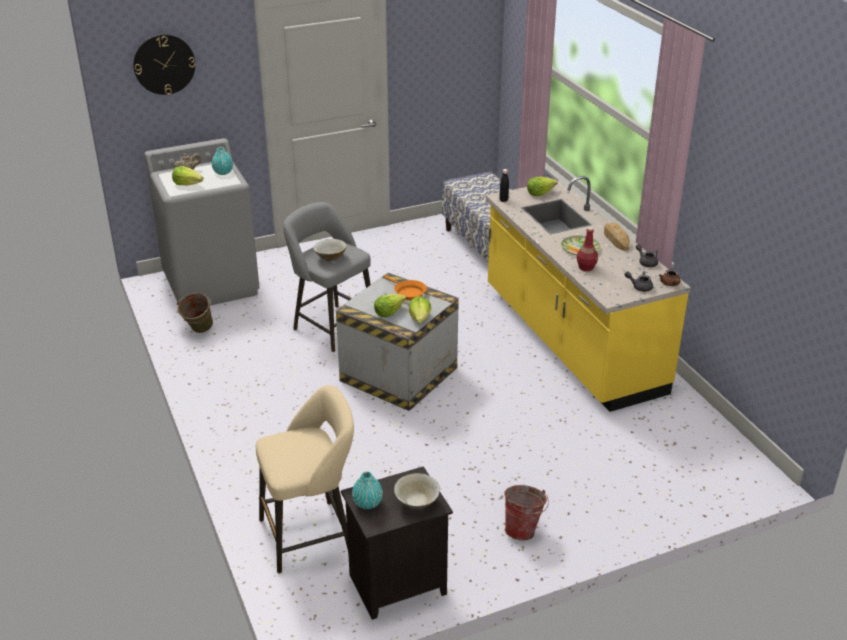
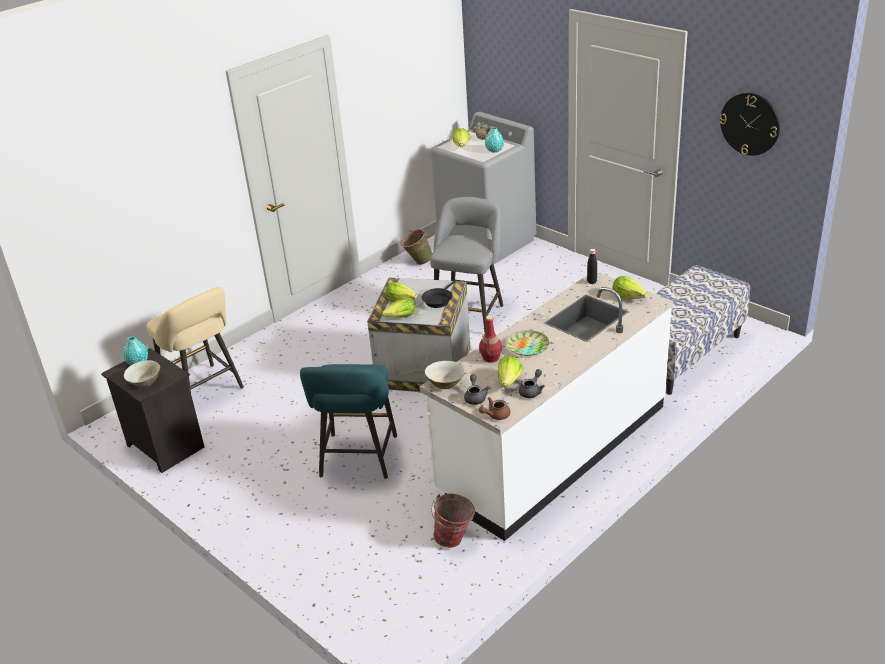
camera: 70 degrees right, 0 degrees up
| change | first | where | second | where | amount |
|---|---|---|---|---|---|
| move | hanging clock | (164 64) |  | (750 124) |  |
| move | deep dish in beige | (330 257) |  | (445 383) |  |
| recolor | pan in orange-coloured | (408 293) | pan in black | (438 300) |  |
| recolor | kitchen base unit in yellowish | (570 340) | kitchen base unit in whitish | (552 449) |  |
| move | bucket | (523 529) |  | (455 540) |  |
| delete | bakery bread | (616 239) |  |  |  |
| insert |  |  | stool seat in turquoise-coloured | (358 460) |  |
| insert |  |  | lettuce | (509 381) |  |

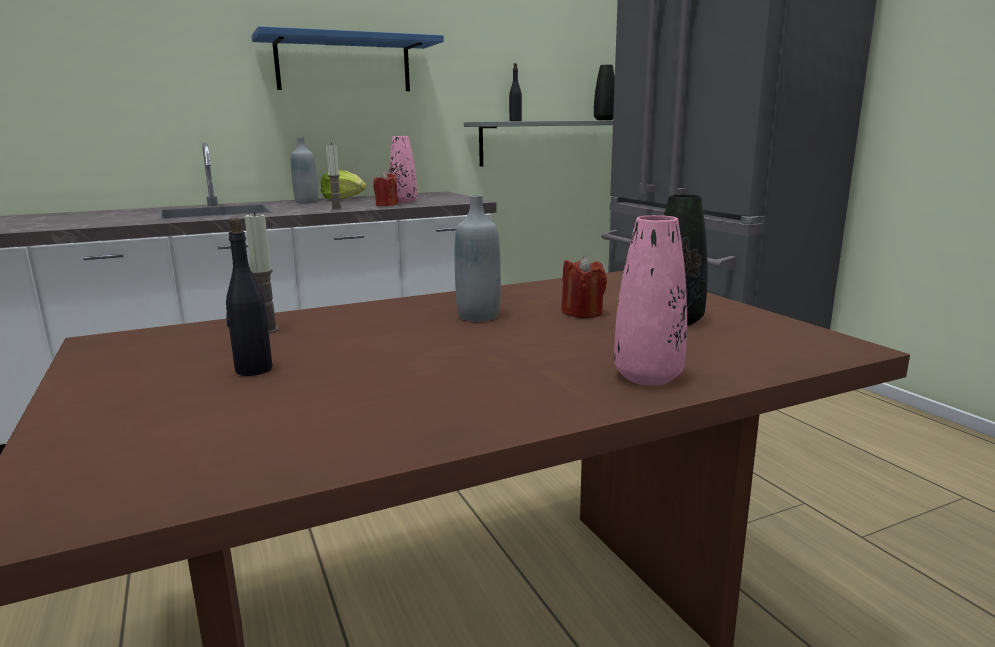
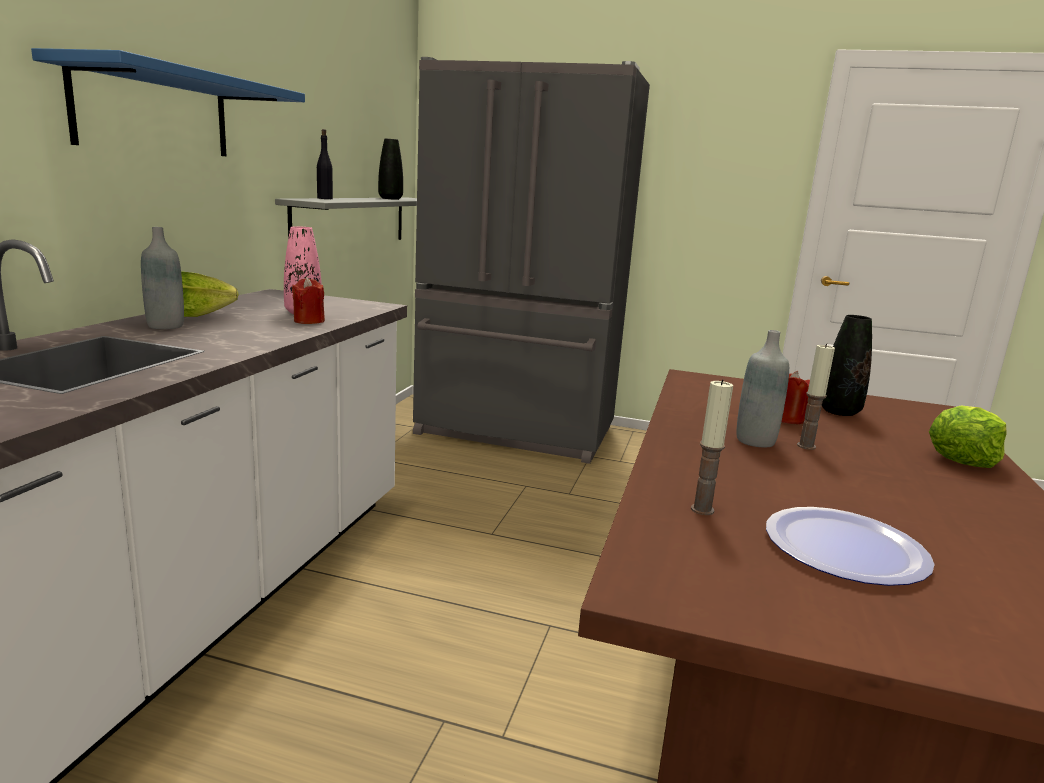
camera: 50 degrees left, 0 degrees up
| change | first | where | second | where | amount |
|---|---|---|---|---|---|
| replace | bottle in black | (253 370) | flat dish | (845 548) |  |
| move | wax candle | (336 209) |  | (806 446) |  |
| replace | vase in pink | (648 377) | lettuce | (962 458) |  |

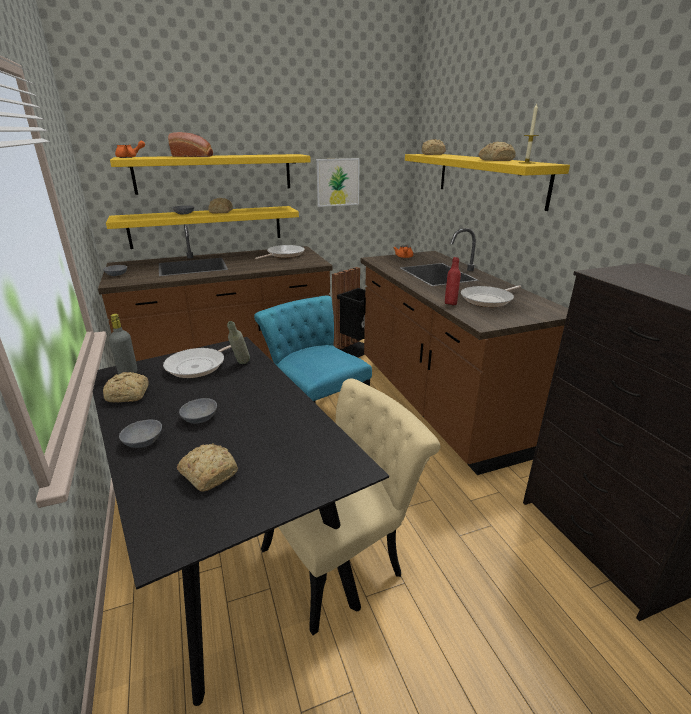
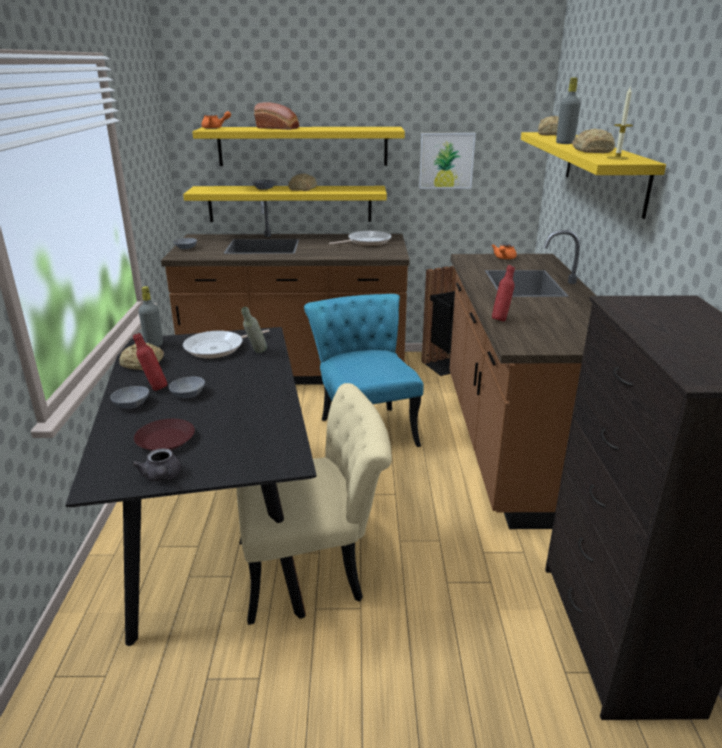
camera: 20 degrees right, 0 degrees up
| change | first | where | second | where | amount |
|---|---|---|---|---|---|
| replace | bakery bread | (209 473) | flat dish in brown | (166 440) |  |
| delete | pan | (488 299) |  |  |  |
| insert |  |  | teapot in gray | (162 477) |  |
| insert |  |  | bottle in red | (154 388) |  |
| insert |  |  | bottle in gray | (565 143) |  |

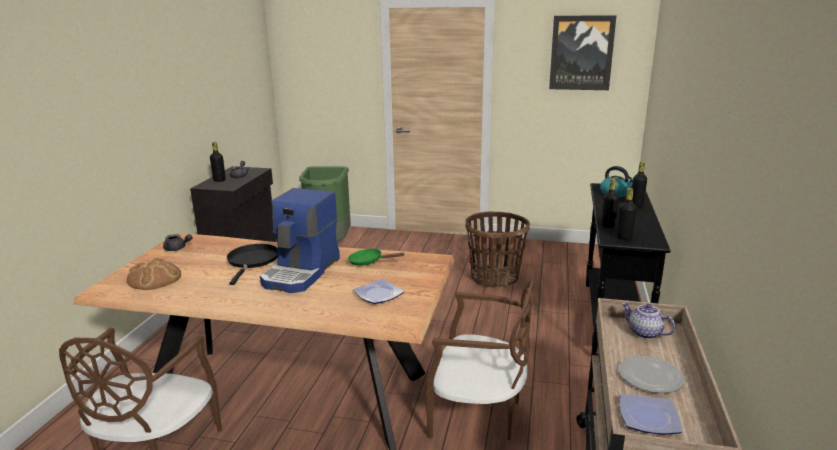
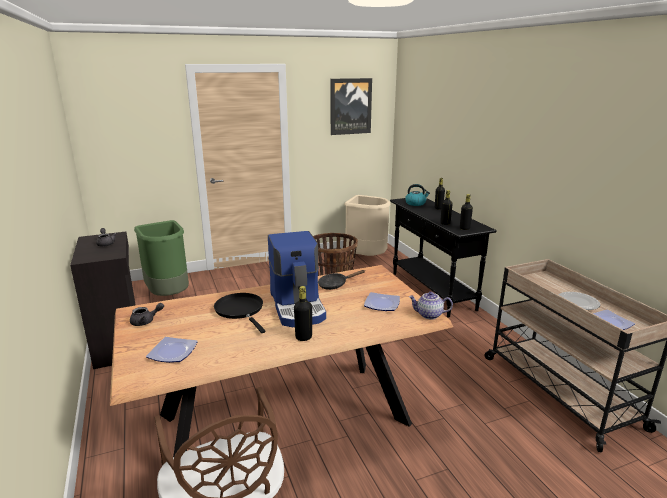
camera: 35 degrees left, 0 degrees up
| change | first | where | second | where | amount |
|---|---|---|---|---|---|
| replace | bakery bread | (155 278) | flat dish | (172 352) |  |
| move | bottle in black | (219 180) |  | (303 337) |  |
| recolor | pan in green-coloured | (369 262) | pan in black | (335 285) |  |
| delete | upright chair in brown | (478 414) |  |  |  |
| move | teapot | (644 333) |  | (429 315) |  |
| insert |  |  | rubbish bin in beige | (366 257) |  |

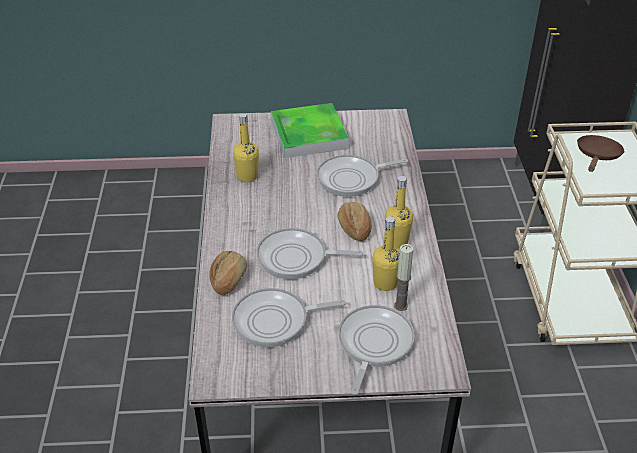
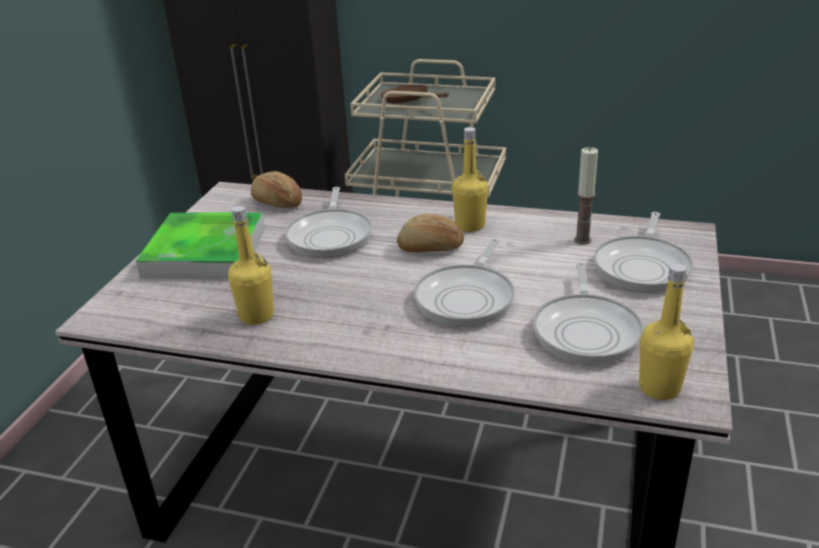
camera: 70 degrees left, 10 degrees down
| change | first | where | second | where | amount |
|---|---|---|---|---|---|
| move | bakery bread | (228 280) |  | (277 203) |  |
| rotate | pan | (373 344) |  | (643 266) | 105 degrees counterclockwise |
| move | bottle in yellowish | (385 283) |  | (659 388) |  |

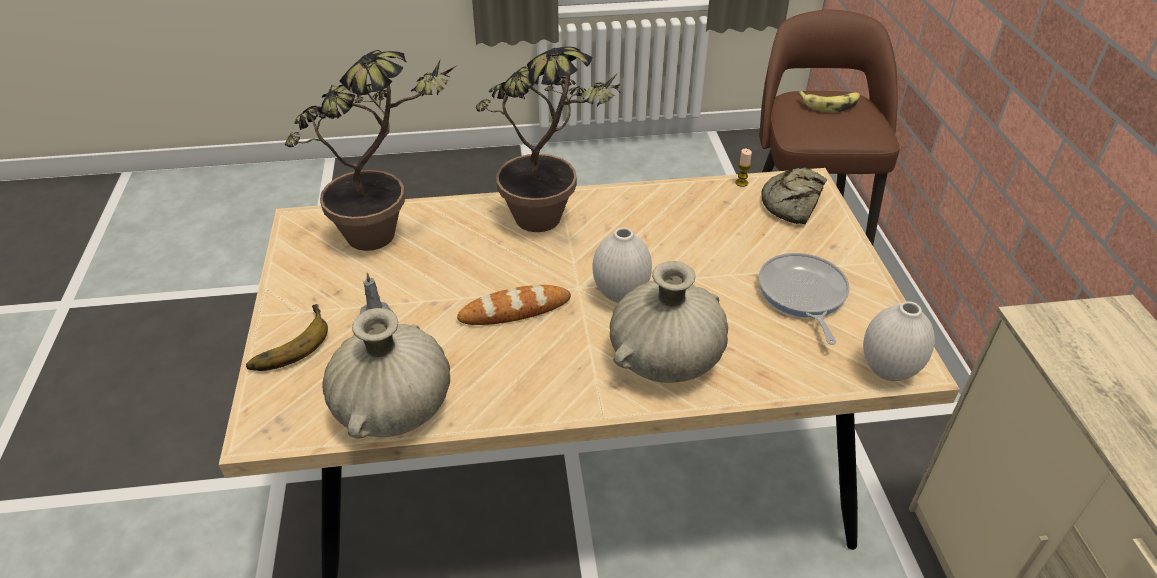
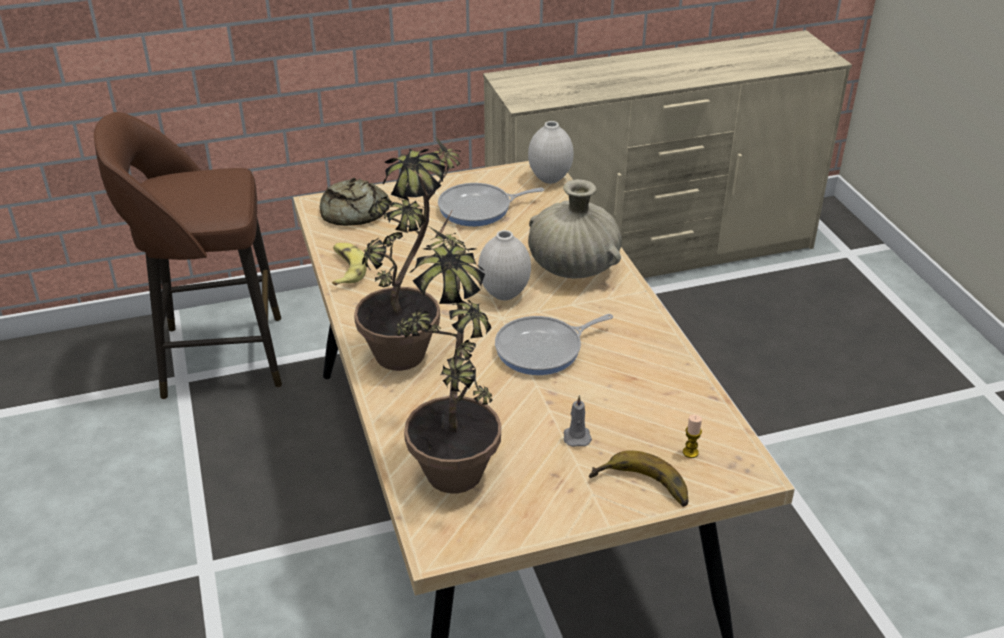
camera: 100 degrees left, 5 degrees down
| change | first | where | second | where | amount |
|---|---|---|---|---|---|
| delete | vase in beige | (394 407) |  |  |  |
| replace | bakery bread | (515 310) | pan | (543 350) |  |
| move | wax candle | (741 183) |  | (690 452) |  |
| move | banana fruit | (830 104) |  | (346 269) |  |

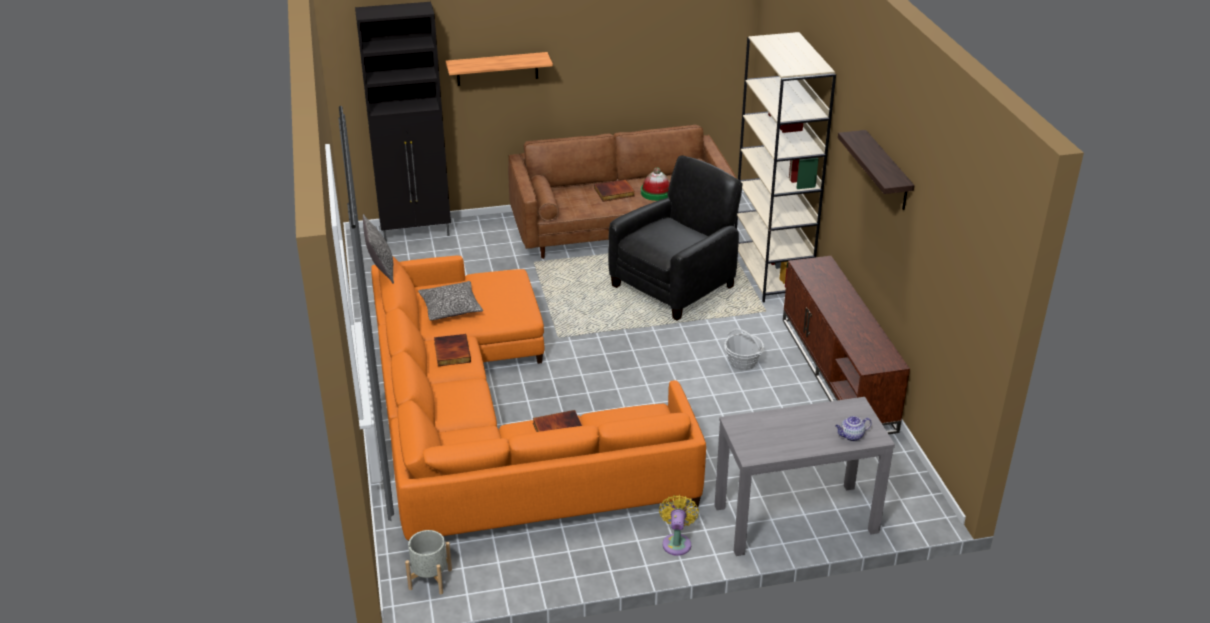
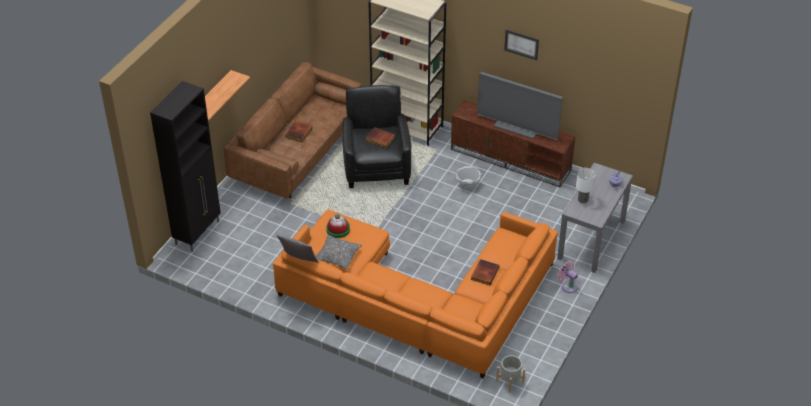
camera: 50 degrees left, 10 degrees up
| change | first | where | second | where | amount |
|---|---|---|---|---|---|
| move | volume | (451 352) |  | (379 139) |  |
| move | wearable hat | (656 193) |  | (338 229) |  |
| recolor | electric fan in yellowish | (677 542) | electric fan in pink | (568 286) |  |
| replace | shelf | (887 171) | wall art | (521 44) |  |
| insert |  |  | television | (518 126) |  |
| insert |  |  | lamp for a table | (582 200) |  |

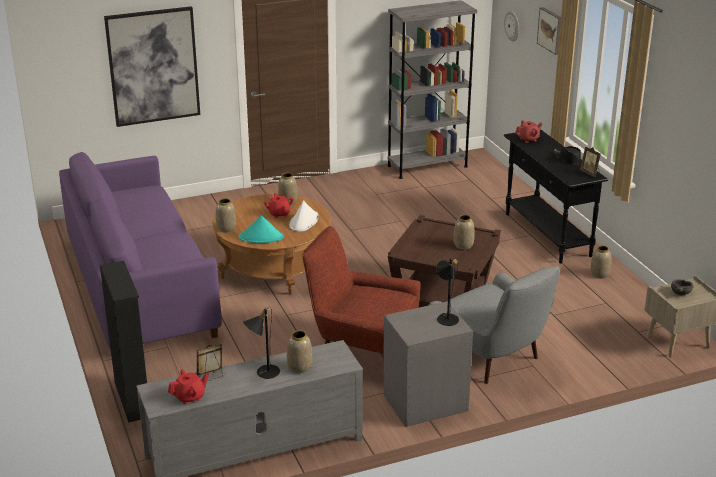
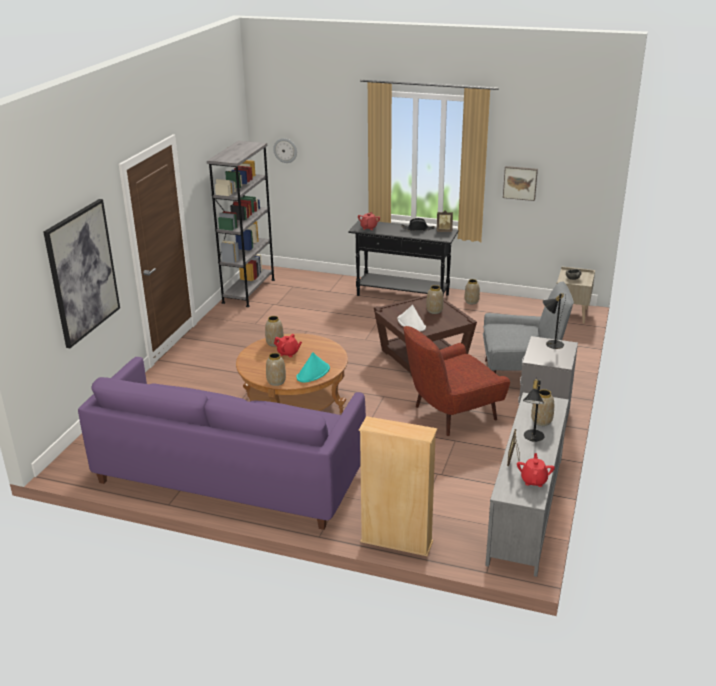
camera: 50 degrees left, 0 degrees up
| change | first | where | second | where | amount |
|---|---|---|---|---|---|
| recolor | bookshelf in black | (132 399) | bookshelf in beige | (396 542) |  |
| move | wearable hat in whitish | (304 222) |  | (411 323) |  |
| move | wall art | (551 30) |  | (520 183) |  |

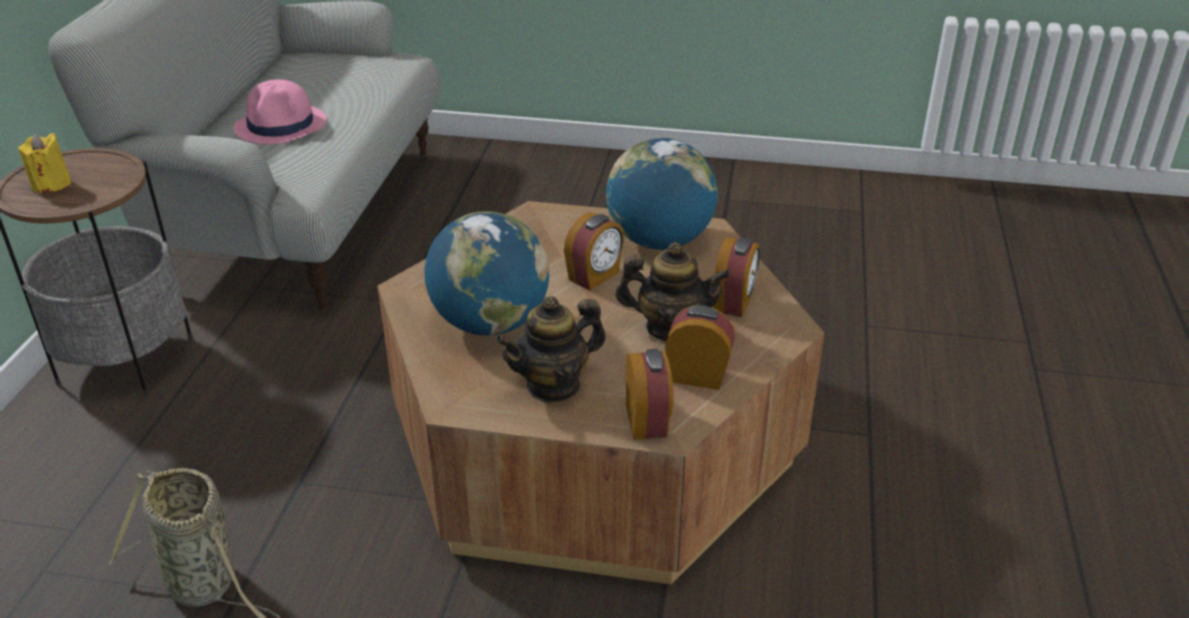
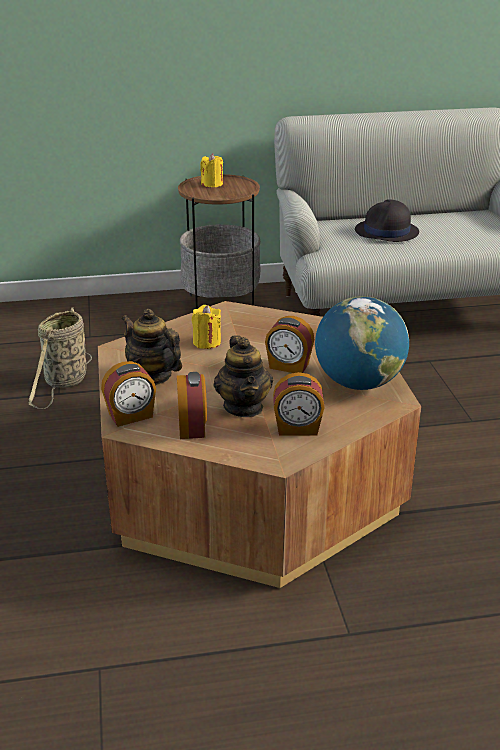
camera: 70 degrees right, 5 degrees down
| change | first | where | second | where | amount |
|---|---|---|---|---|---|
| recolor | wearable hat in pink | (281 126) | wearable hat in black | (386 232) |  |
| replace | desk globe | (490 323) | wax candle in yellowish | (207 342) |  |

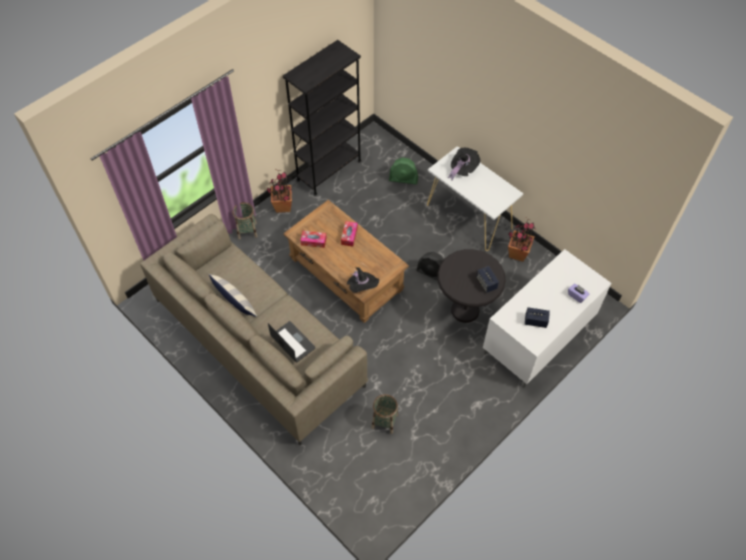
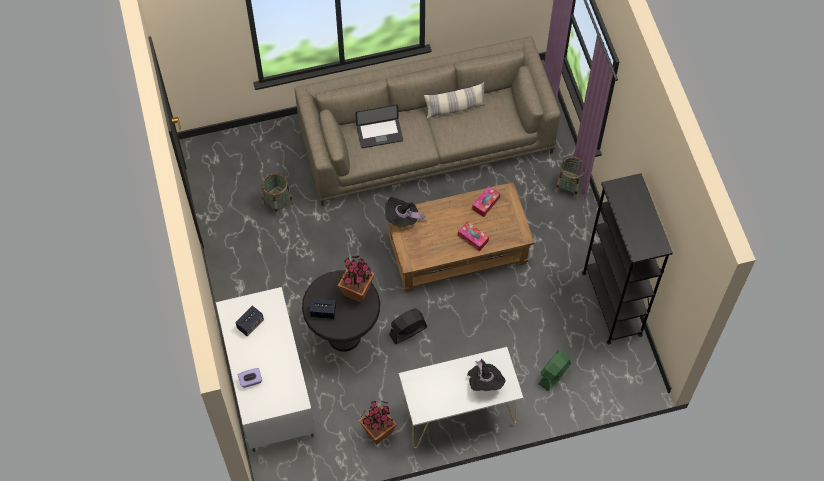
camera: 120 degrees right, 5 degrees up
| change | first | where | second | where | amount |
|---|---|---|---|---|---|
| move | potted plant | (283 206) |  | (357 291) |  |

